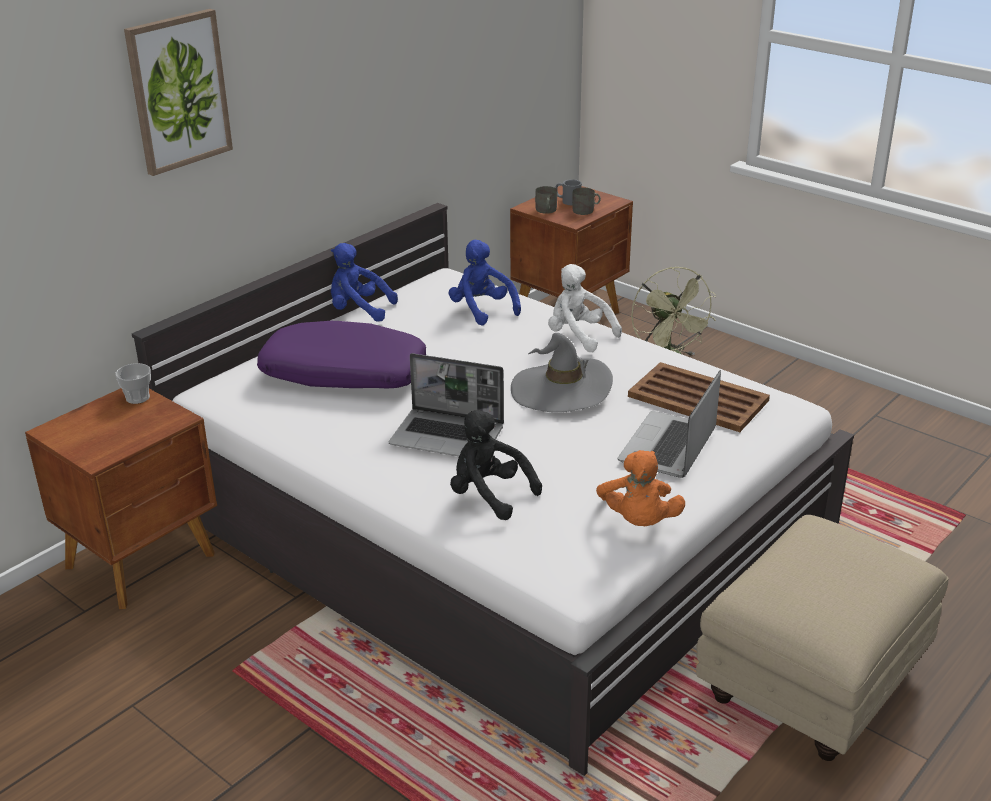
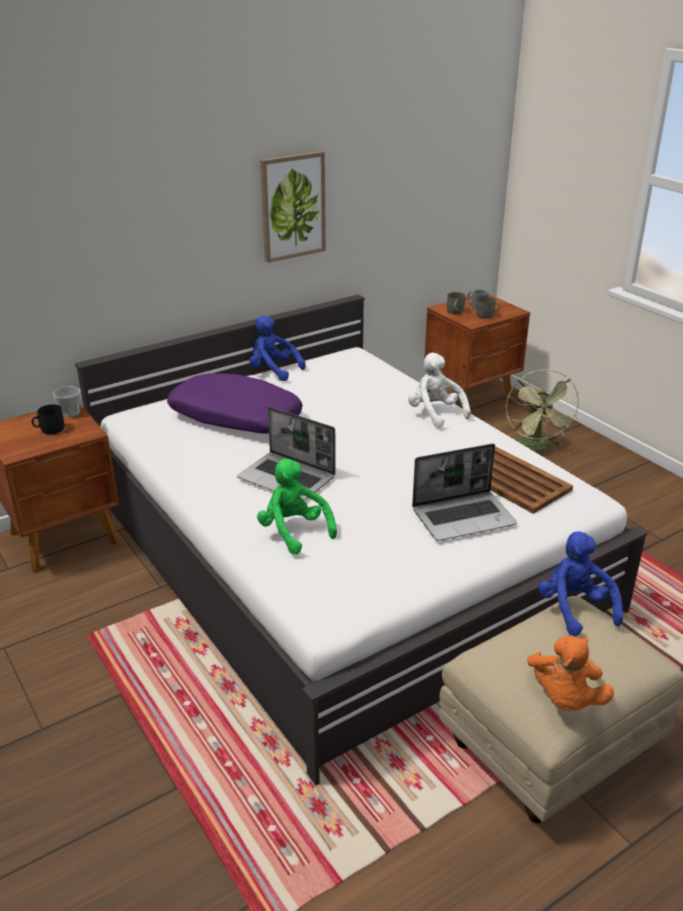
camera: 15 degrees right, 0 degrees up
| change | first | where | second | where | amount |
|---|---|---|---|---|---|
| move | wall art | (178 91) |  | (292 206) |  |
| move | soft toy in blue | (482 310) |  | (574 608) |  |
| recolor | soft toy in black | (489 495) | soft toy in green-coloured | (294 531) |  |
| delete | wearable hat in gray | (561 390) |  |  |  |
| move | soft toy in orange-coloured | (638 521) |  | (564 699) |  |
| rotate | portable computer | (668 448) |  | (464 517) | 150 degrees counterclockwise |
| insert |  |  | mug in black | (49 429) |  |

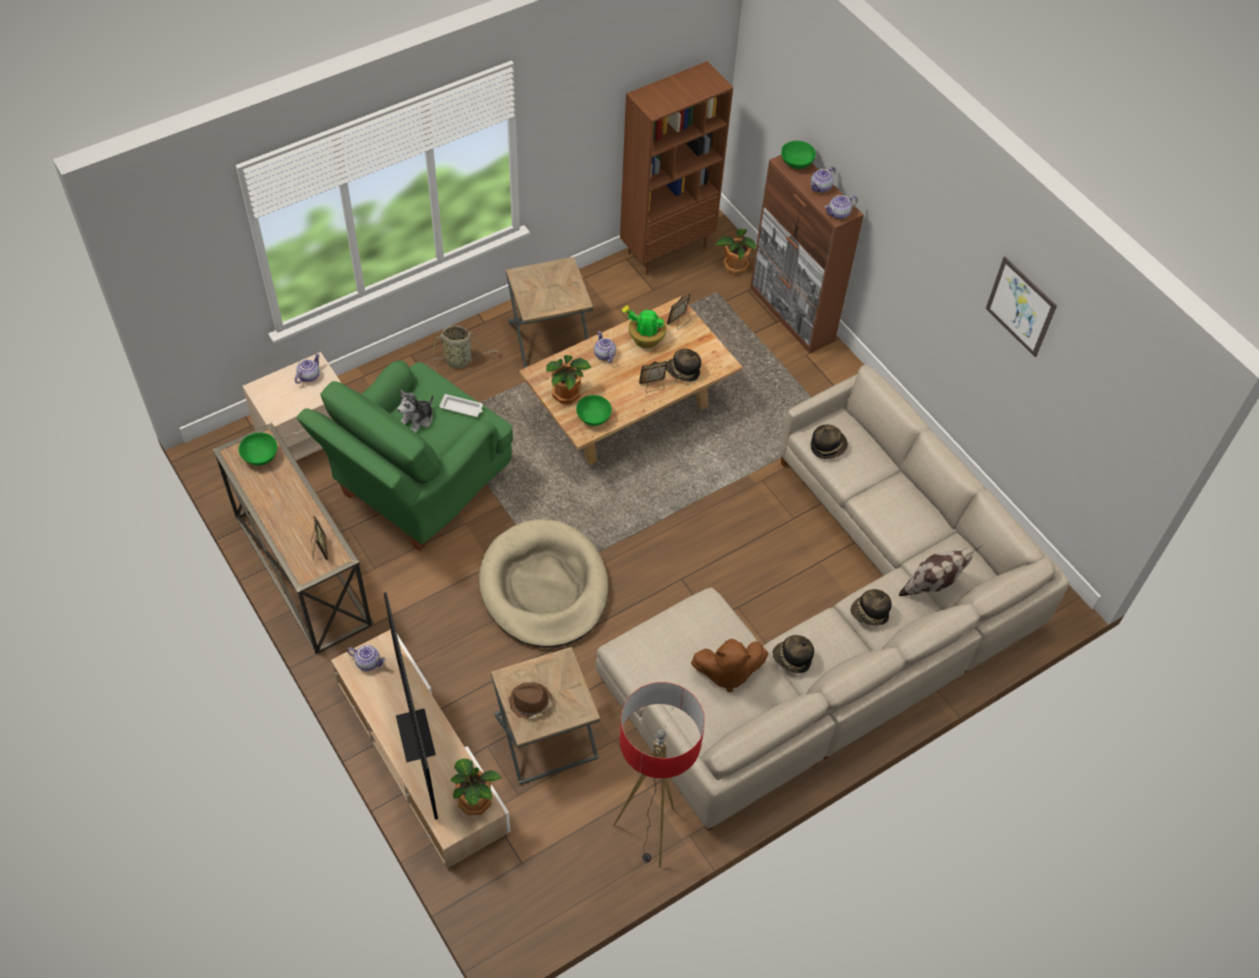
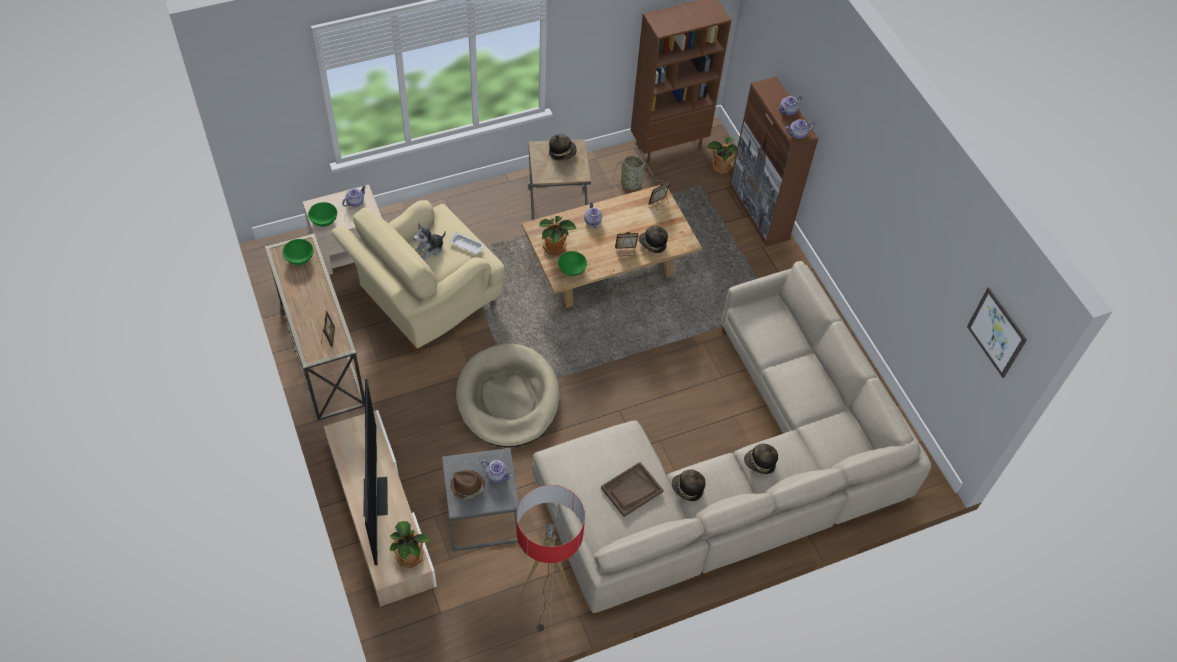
camera: 10 degrees right, 0 degrees up
| change | first | where | second | where | amount |
|---|---|---|---|---|---|
| recolor | armchair in green-coloured | (418 489) | armchair in beige | (426 304) |  |
| move | teapot | (368 662) |  | (497 474) |  |
| move | basket | (460 360) |  | (632 184) |  |
| recolor | side table in brown | (546 736) | side table in gray | (482 516) |  |
| delete | potted plant | (645 339) |  |  |  |
| replace | soft toy in brown | (727 672) | tray in brown | (631 490) |  |
| move | deep dish in green-coloured | (796 163) |  | (324 220) |  |
| move | wearable hat | (827 446) |  | (562 152) |  |
| delete | throw pillow | (932 587) |  |  |  |
| move | wall art | (1021 306) |  | (996 332) |  |

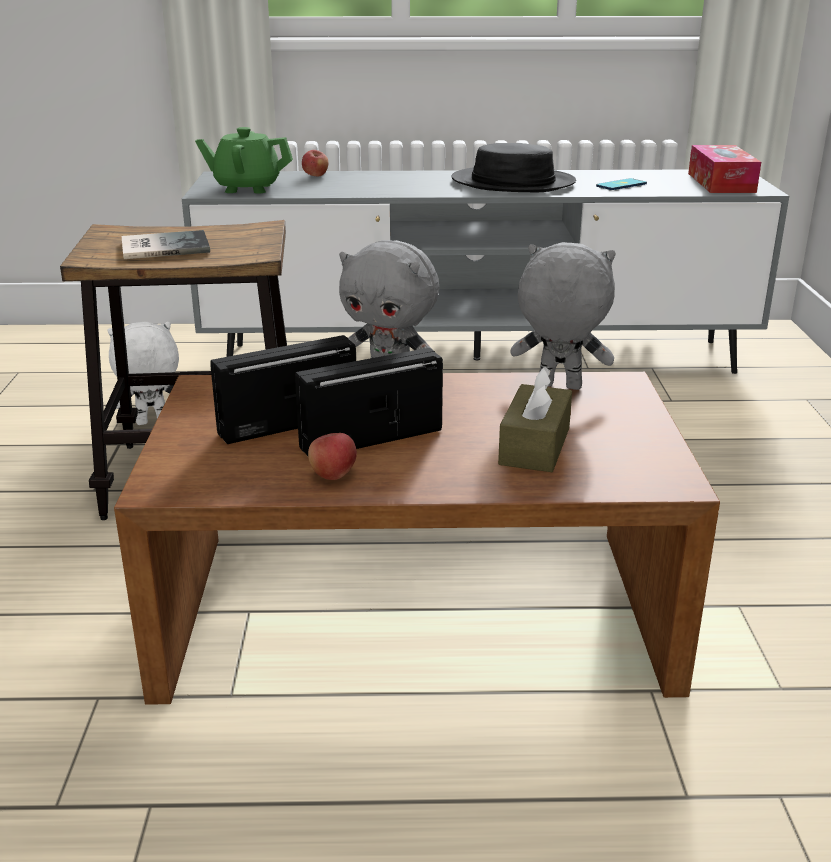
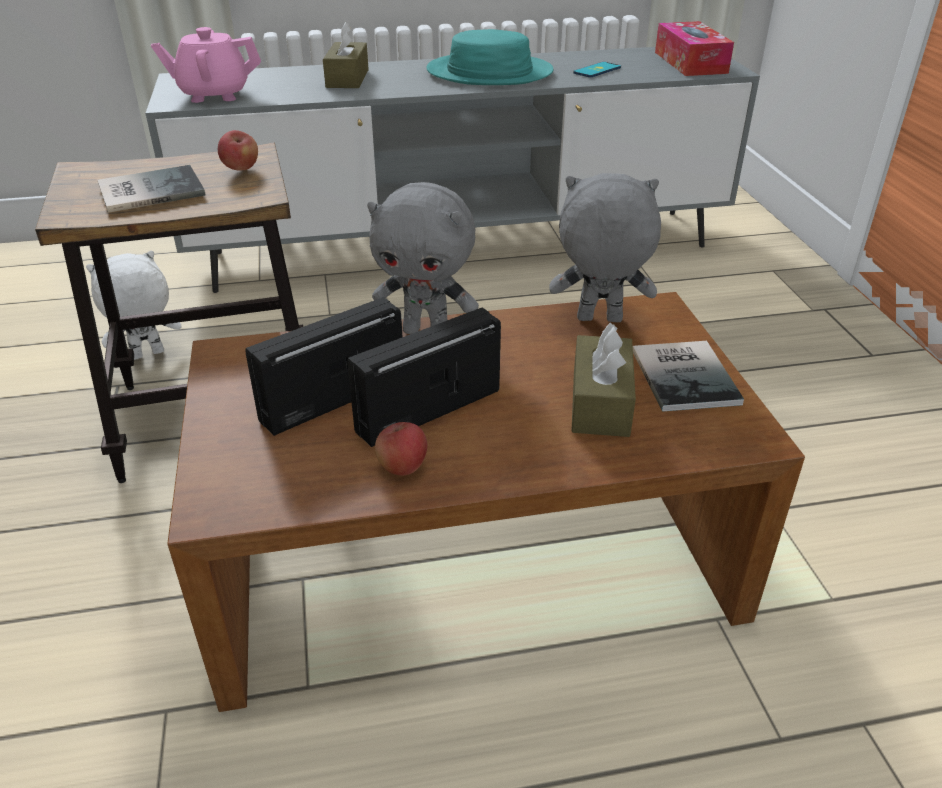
camera: 10 degrees left, 10 degrees up
| change | first | where | second | where | amount |
|---|---|---|---|---|---|
| recolor | teapot in green-coloured | (247 188) | teapot in pink | (214 95) |  |
| move | apple | (315 176) |  | (241 169) |  |
| recolor | wearable hat in black | (512 182) | wearable hat in turquoise-coloured | (489 73) |  |
| insert |  |  | box of tissues in brown | (347 78) |  |
| insert |  |  | volume | (687 375) |  |

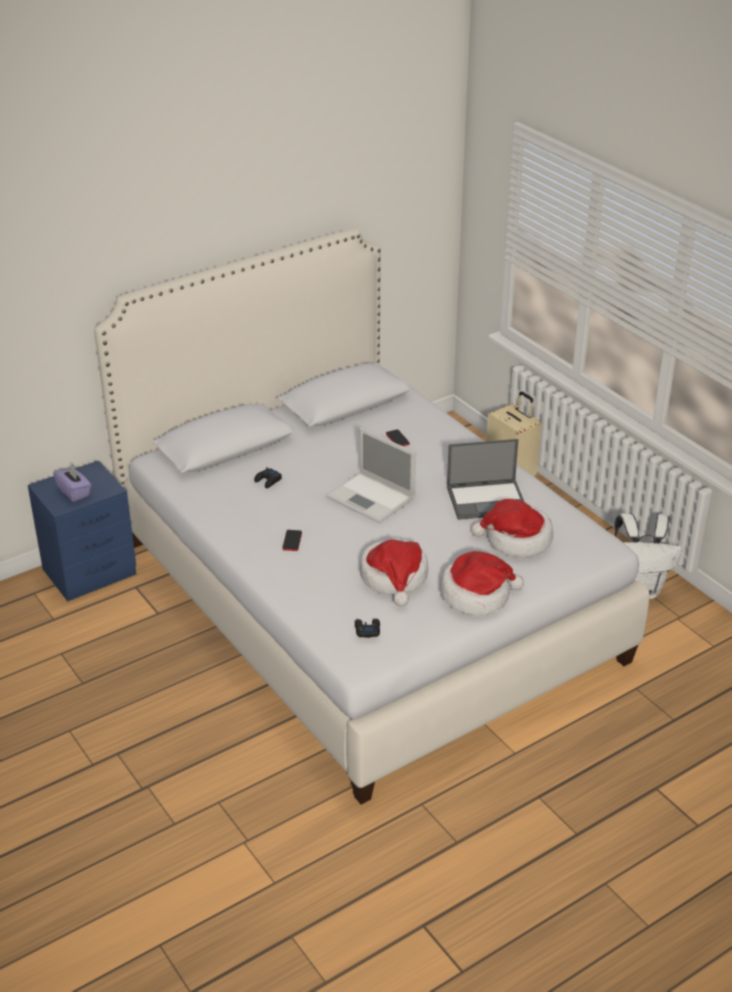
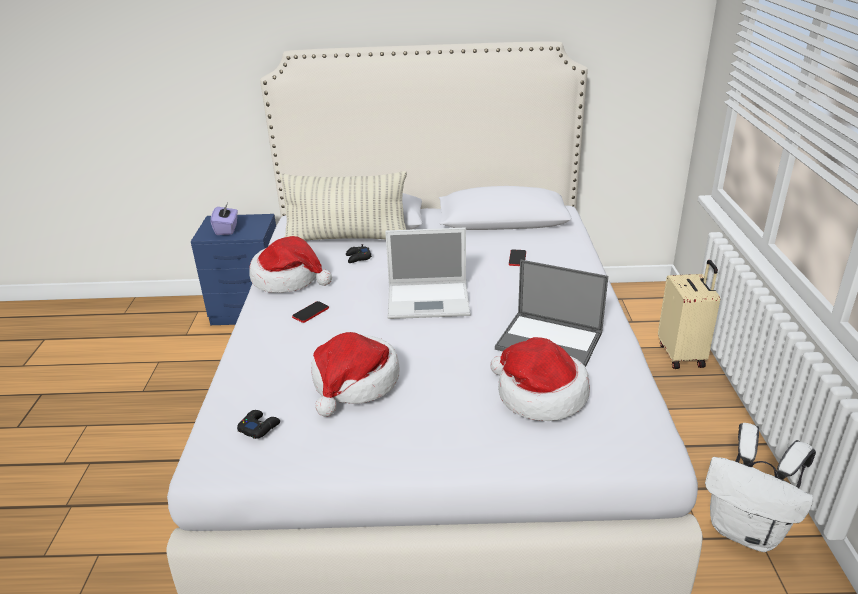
camera: 35 degrees right, 5 degrees down
| change | first | where | second | where | amount |
|---|---|---|---|---|---|
| rotate | portable computer | (372 498) |  | (430 300) | 75 degrees counterclockwise |
| move | wearable hat | (477 595) |  | (288 279) |  |
| insert |  |  | throw pillow | (347 239) |  |

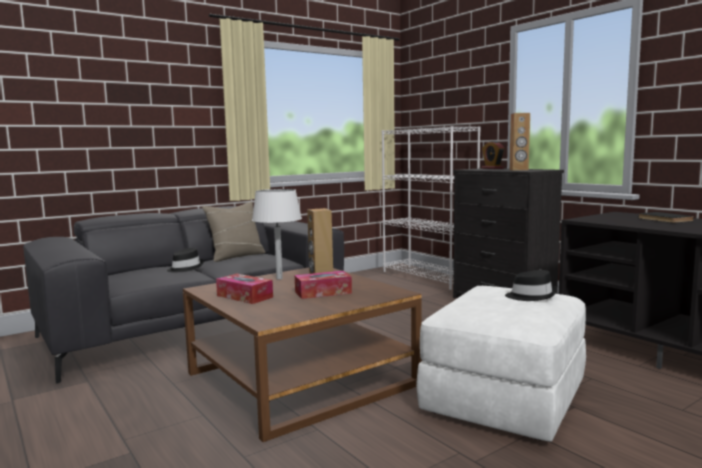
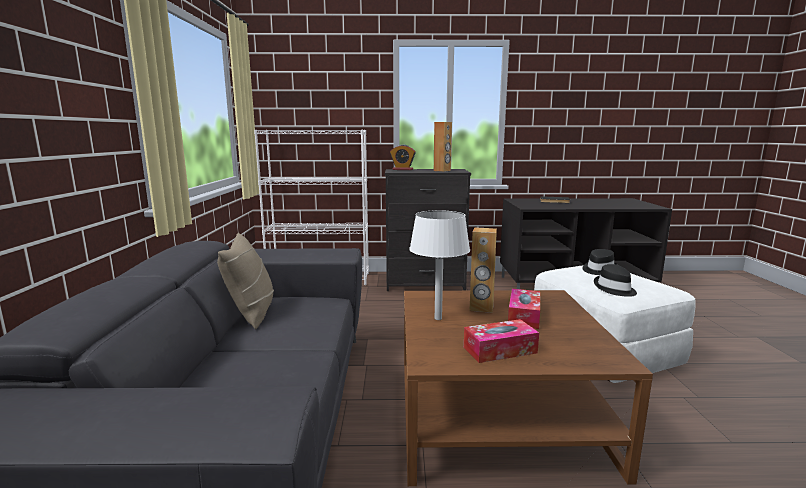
camera: 55 degrees left, 5 degrees up
| change | first | where | second | where | amount |
|---|---|---|---|---|---|
| move | wearable hat in black | (185 268) |  | (614 289) |  |

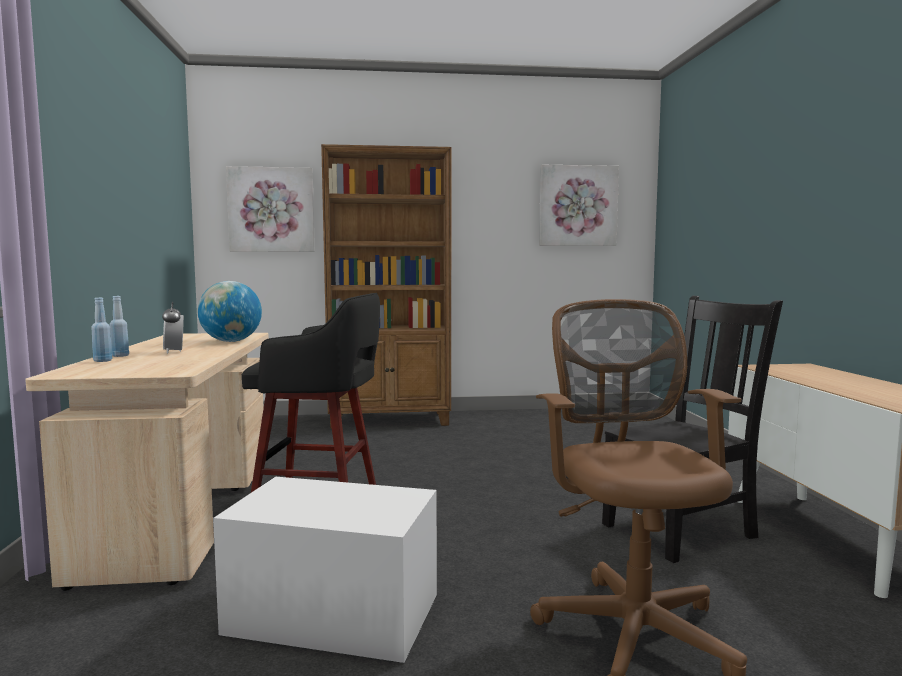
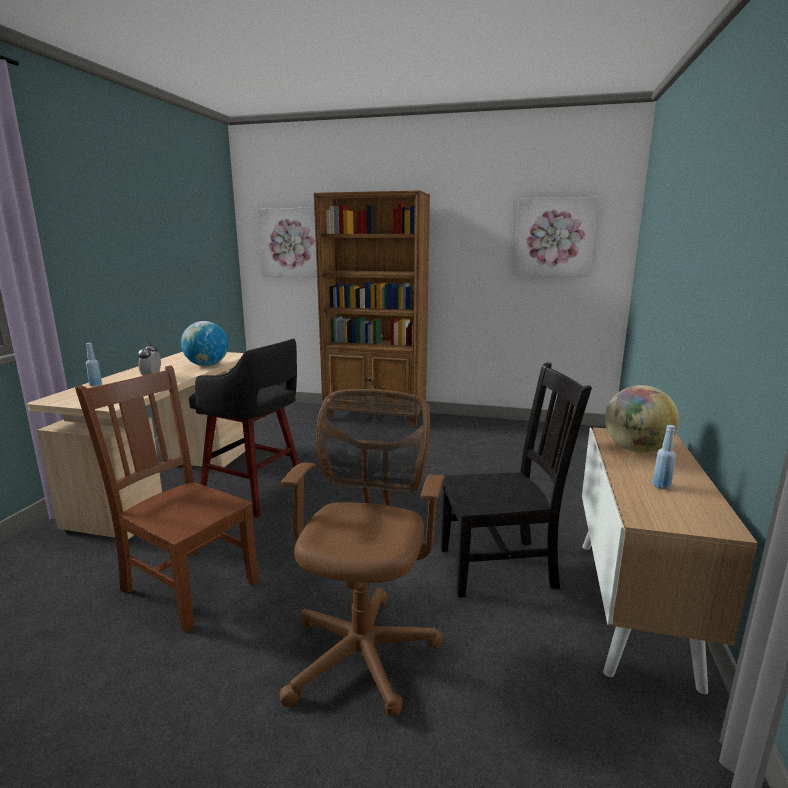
camera: 20 degrees right, 10 degrees up
| change | first | where | second | where | amount |
|---|---|---|---|---|---|
| move | bottle in blue | (120 356) |  | (661 486) |  |
| replace | storage box in whitish | (333 613) | upright chair in brown | (187 584) |  |
| insert |  |  | desk globe | (636 449) |  |

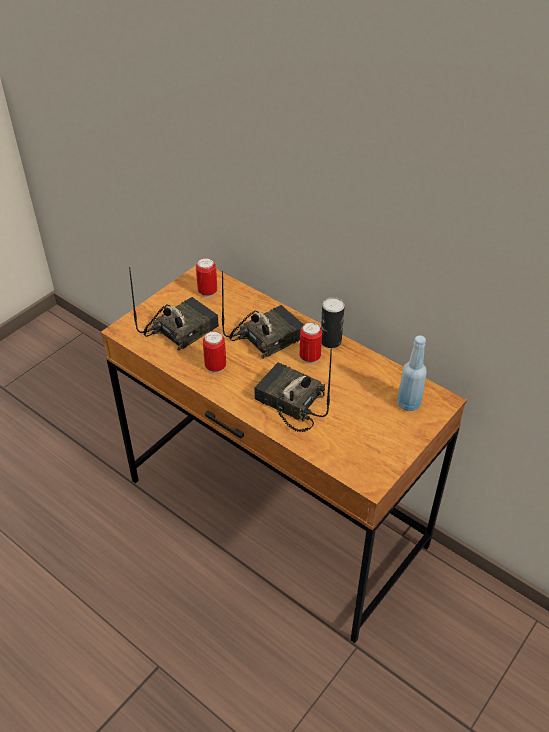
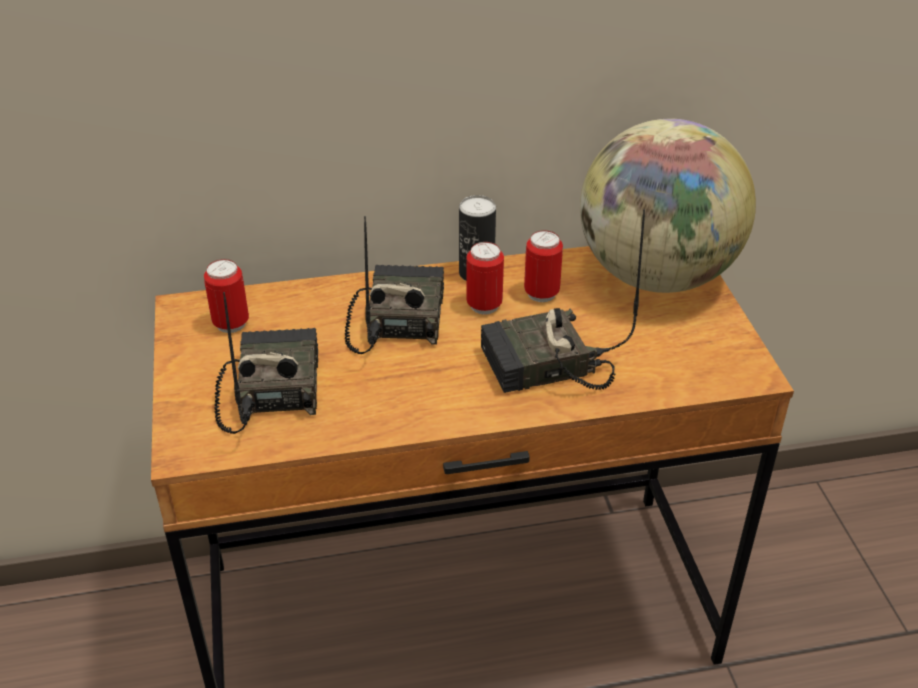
camera: 50 degrees left, 5 degrees down
| change | first | where | second | where | amount |
|---|---|---|---|---|---|
| move | metal can | (215 367) |  | (541 294) |  |
| replace | bottle in blue | (408 403) | desk globe | (655 275) |  |

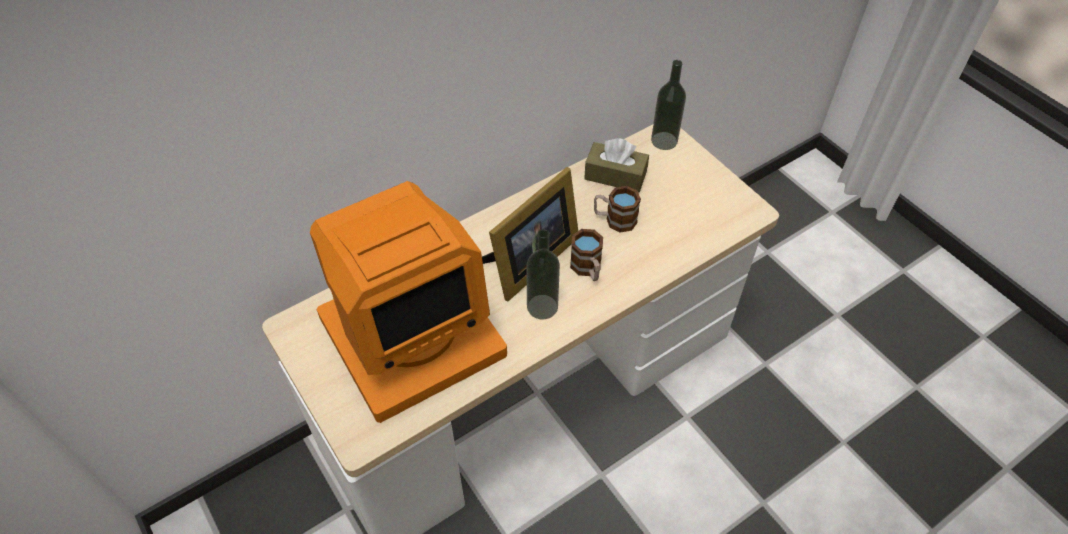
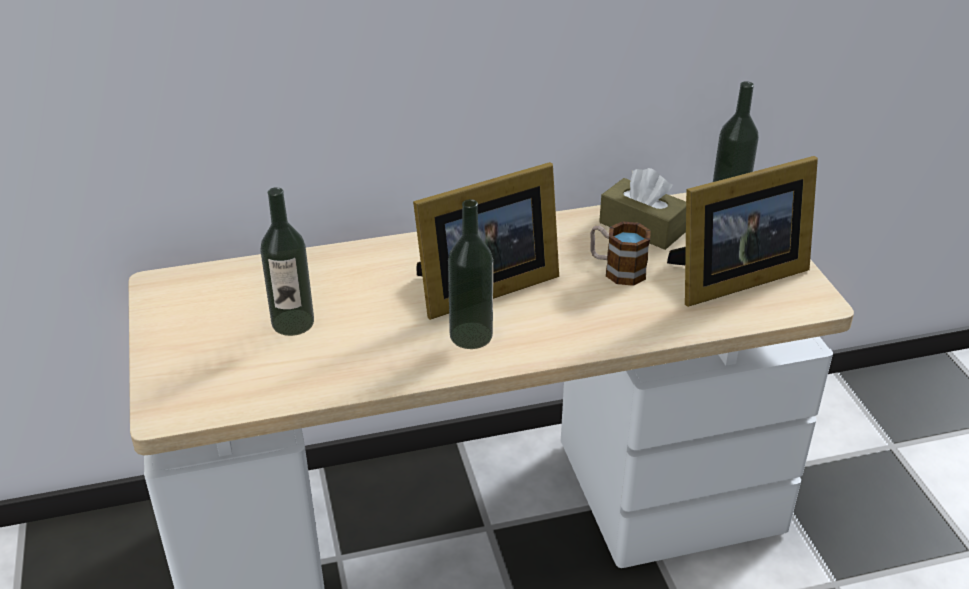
camera: 20 degrees right, 15 degrees down
| change | first | where | second | where | amount |
|---|---|---|---|---|---|
| replace | computer display | (410 333) | bottle | (293 322) |  |
| delete | mug | (588 269) |  |  |  |
| insert |  |  | photo frame | (732 278) |  |

